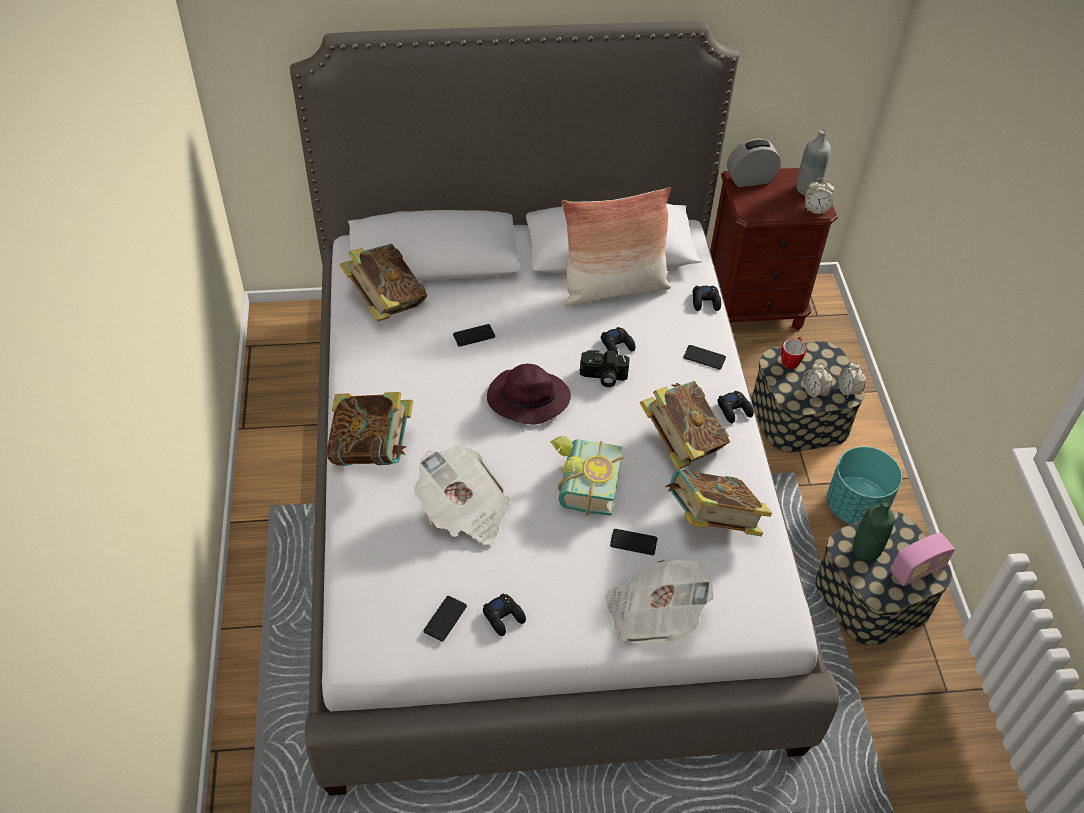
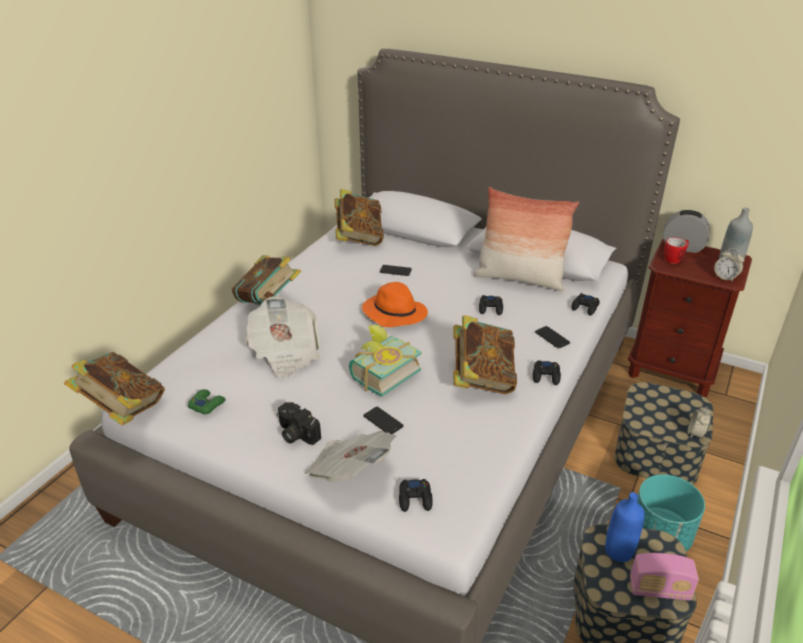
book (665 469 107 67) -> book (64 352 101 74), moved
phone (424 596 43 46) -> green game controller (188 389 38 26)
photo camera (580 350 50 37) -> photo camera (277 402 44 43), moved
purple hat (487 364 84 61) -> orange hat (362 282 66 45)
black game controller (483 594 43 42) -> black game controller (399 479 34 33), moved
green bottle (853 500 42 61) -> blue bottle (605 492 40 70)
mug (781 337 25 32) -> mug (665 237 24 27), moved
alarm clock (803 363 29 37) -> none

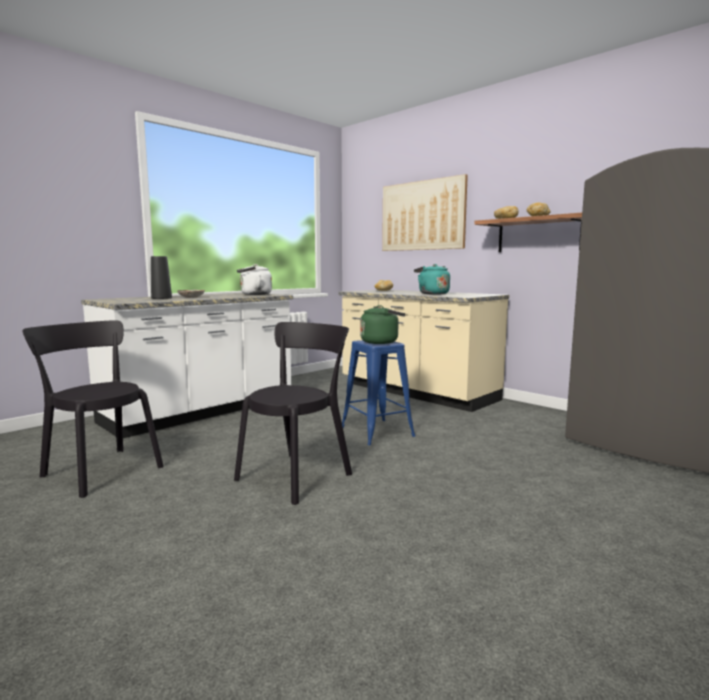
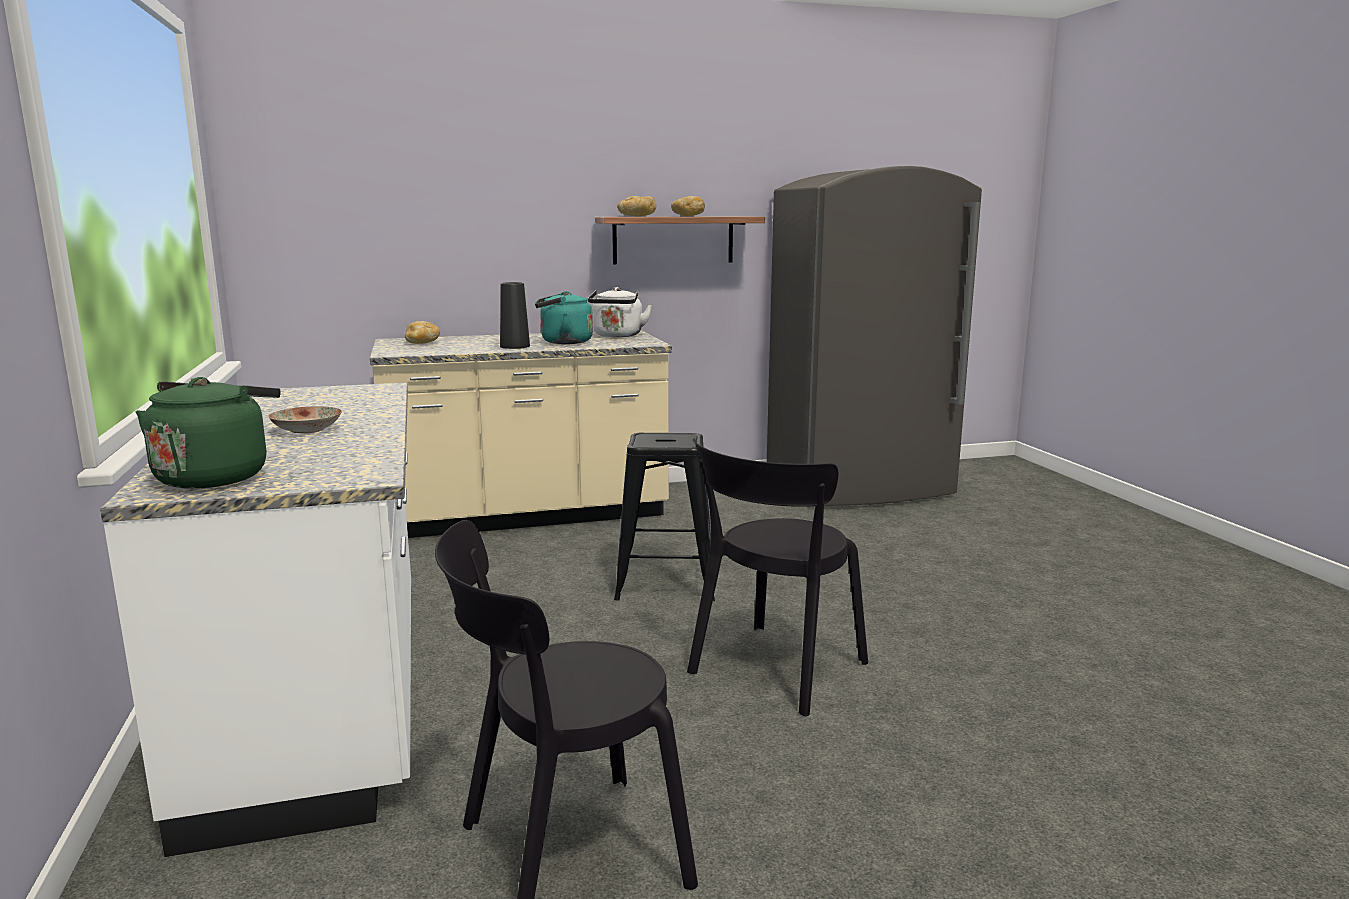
green kettle (360 305 45 39) -> green kettle (136 377 144 112), moved
black vase (151 256 21 43) -> black vase (500 282 30 67), moved
white kettle (237 264 35 31) -> white kettle (588 287 64 50), moved
blue stool (342 340 73 105) -> black stool (614 433 101 168)
black chair (234 322 118 183) -> black chair (687 438 181 279), 120 degrees counterclockwise
picture (382 174 86 77) -> none

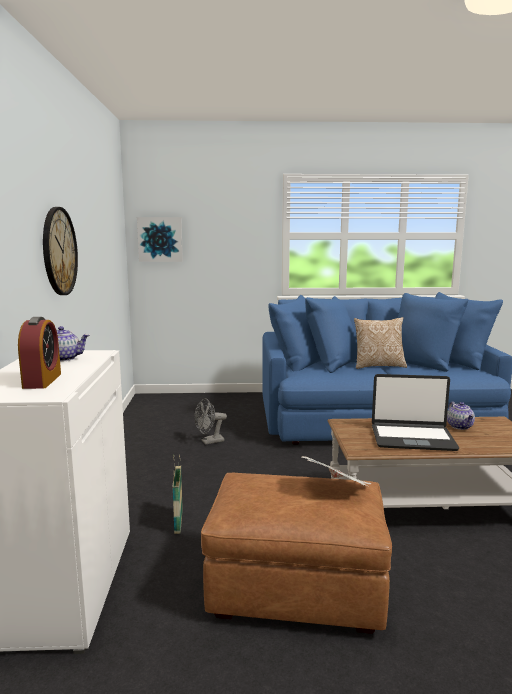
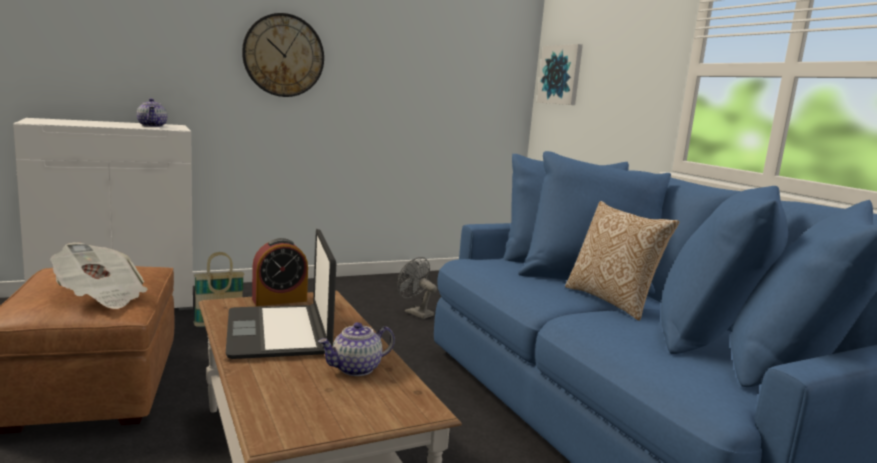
alarm clock (18 317 43 72) -> alarm clock (252 238 56 68), moved

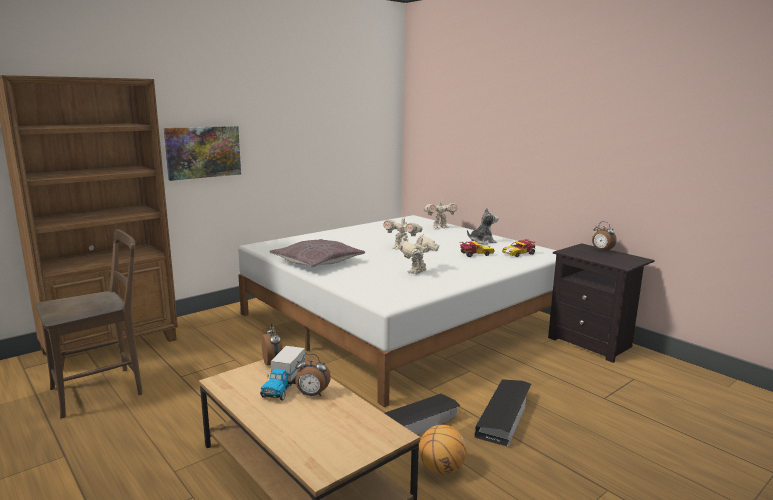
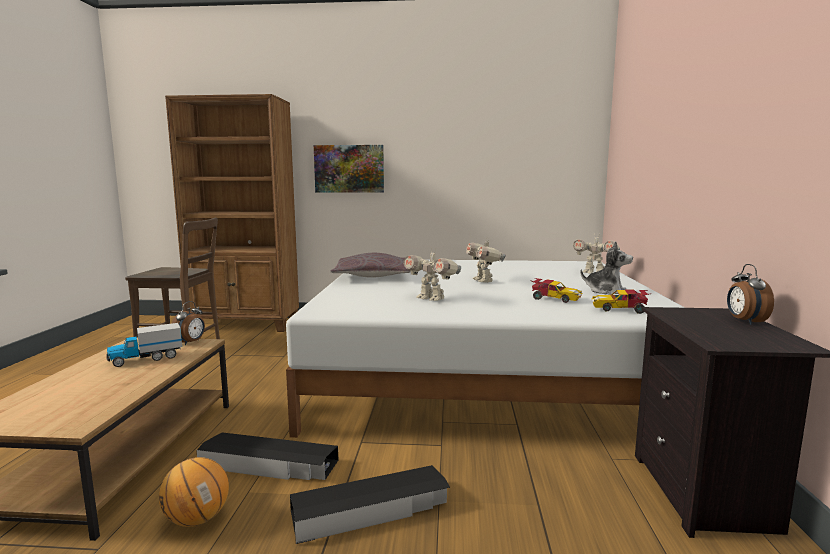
toy robot (399 236 41 38) -> toy robot (403 247 58 54), 135 degrees counterclockwise
alarm clock (295 353 36 43) -> none

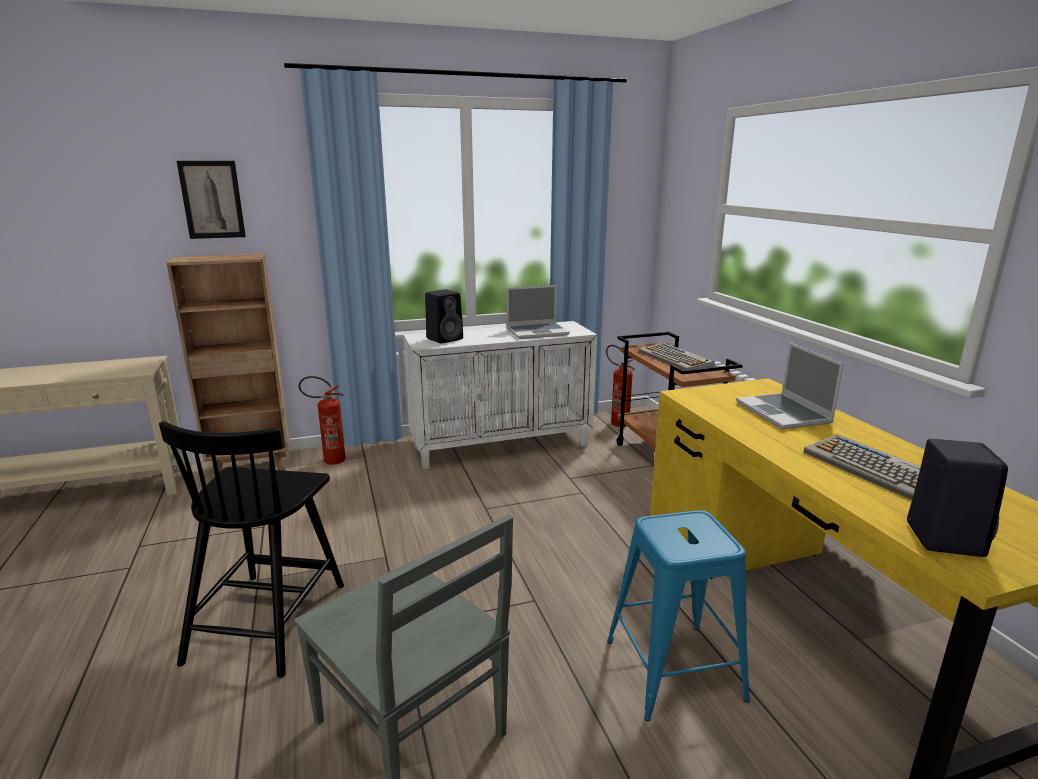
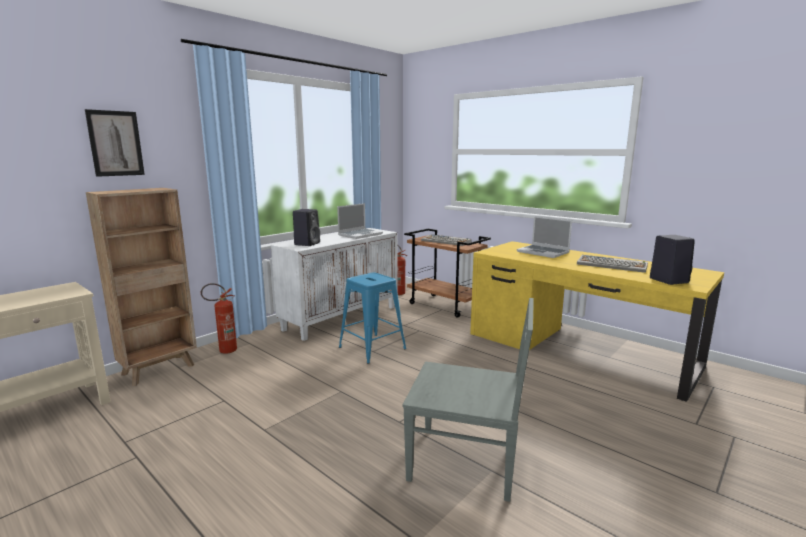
blue stool (607 510 143 211) -> blue stool (339 272 67 92), moved
black chair (159 421 185 257) -> none

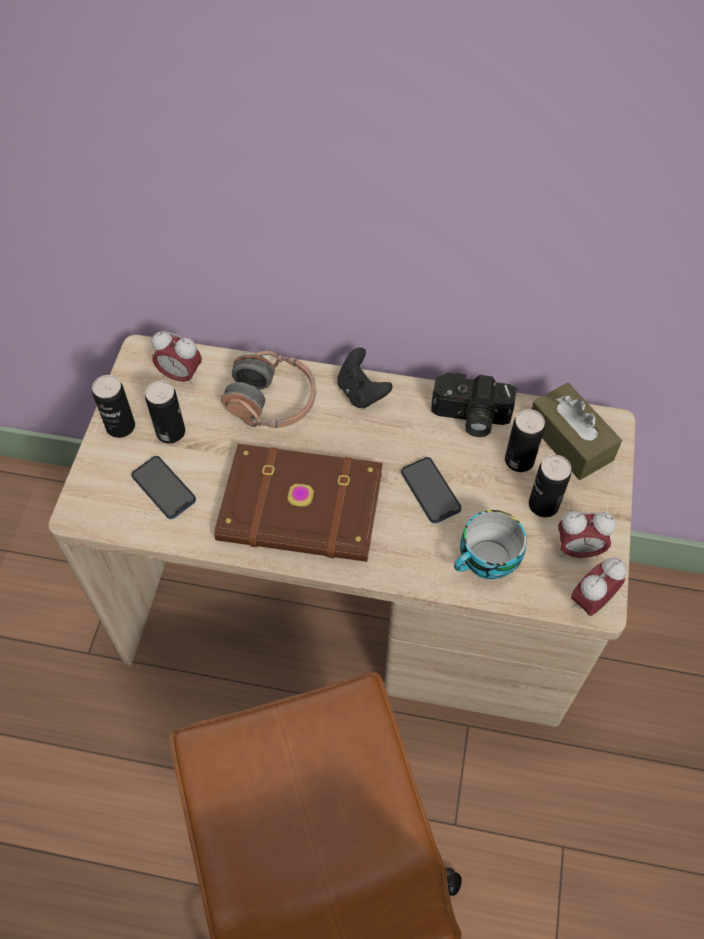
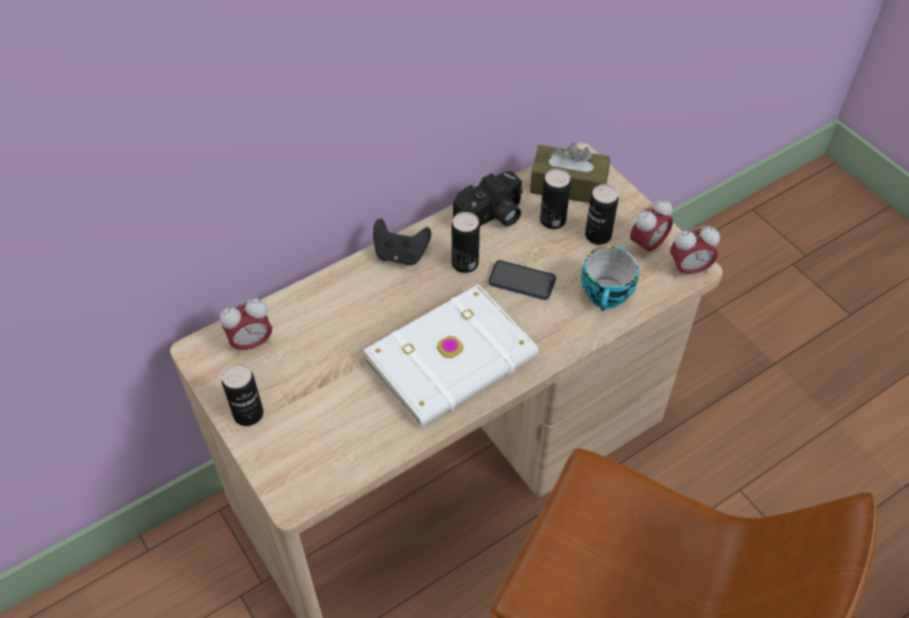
brown book (214 444 169 118) -> white book (364 284 175 144)
can (145 380 40 63) -> can (452 212 28 61), moved
alarm clock (571 557 56 59) -> alarm clock (670 226 50 51), 105 degrees counterclockwise
phone (131 456 65 63) -> none
headphones (221 351 95 77) -> none

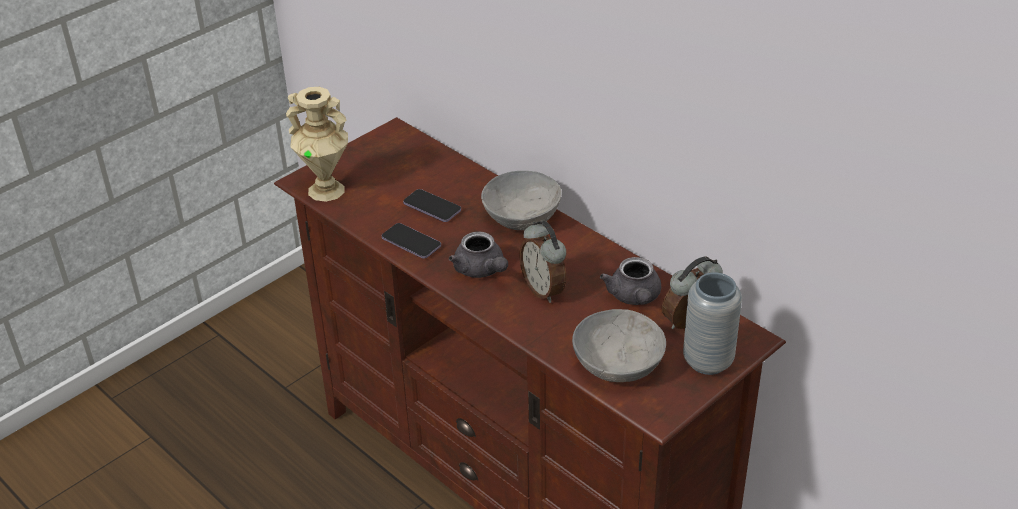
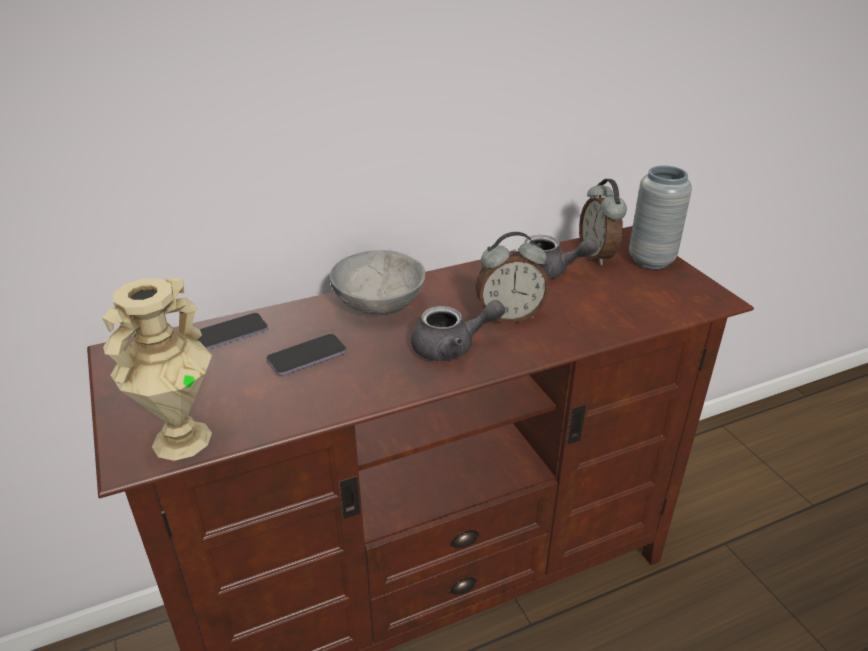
phone (382 223 59 36) -> phone (197 313 71 37), moved
grey bowl (572 309 94 73) -> none

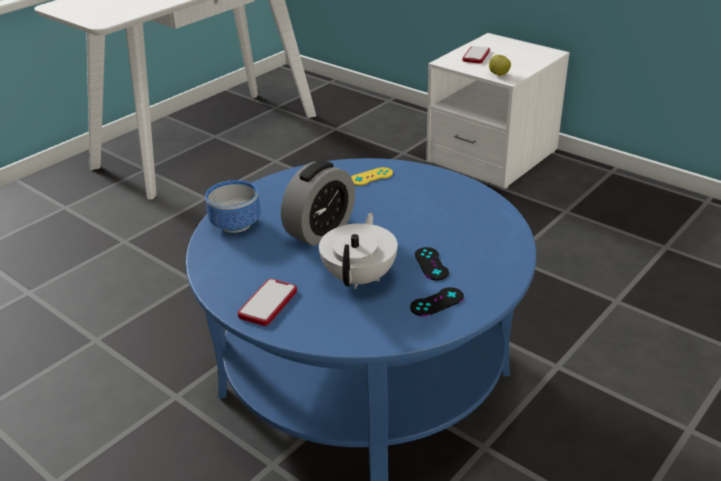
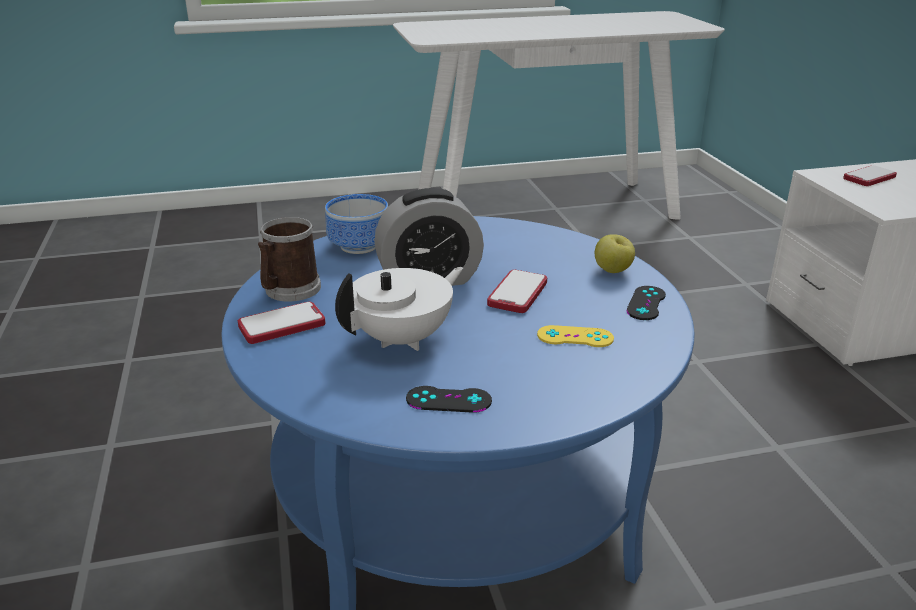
none -> mug (258 217 63 84)
none -> phone (487 270 60 43)
yellow game controller (351 167 42 19) -> yellow game controller (537 325 77 22), moved
apple (489 55 22 21) -> apple (595 234 40 39), moved
black game controller (415 247 34 34) -> black game controller (626 286 40 34), moved

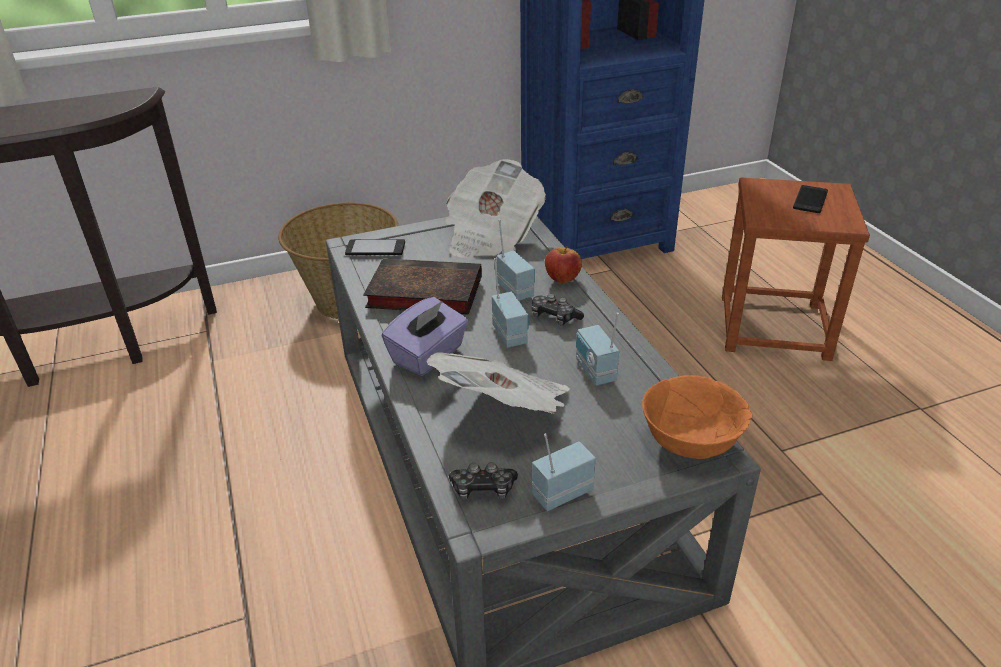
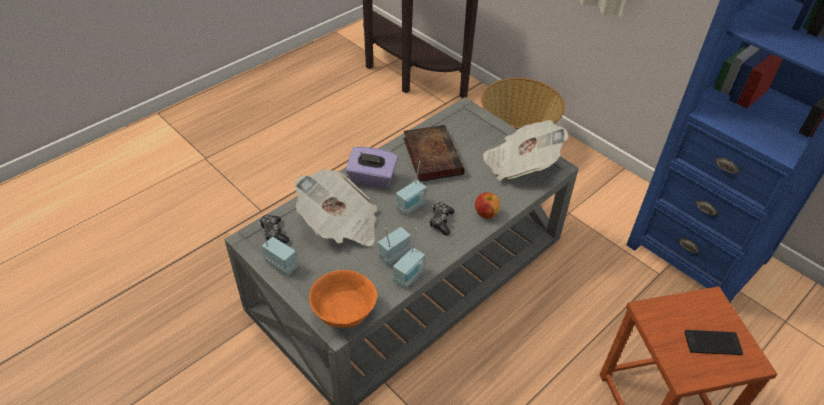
radio (497 220 38 81) -> radio (393 228 32 61), moved
phone (345 239 60 16) -> none

